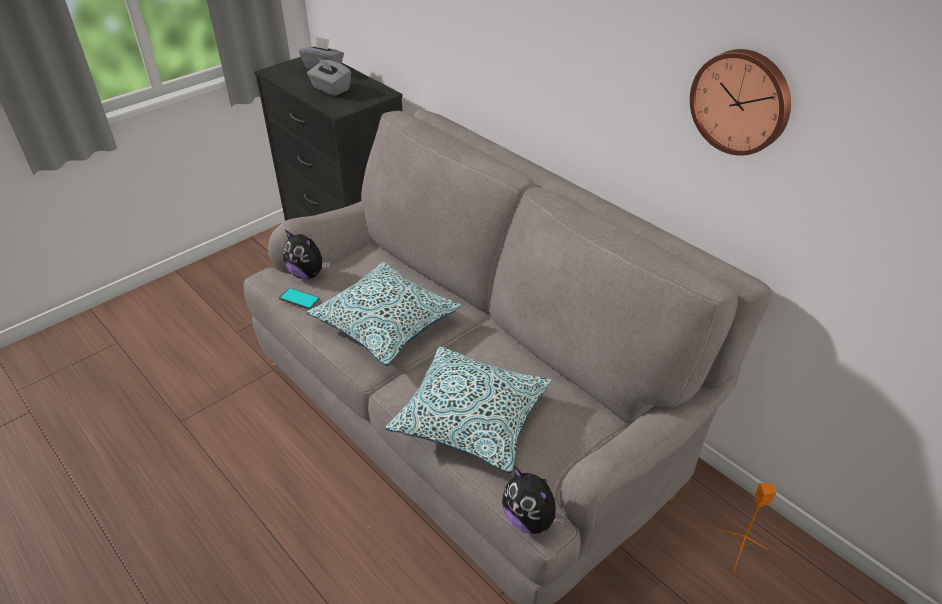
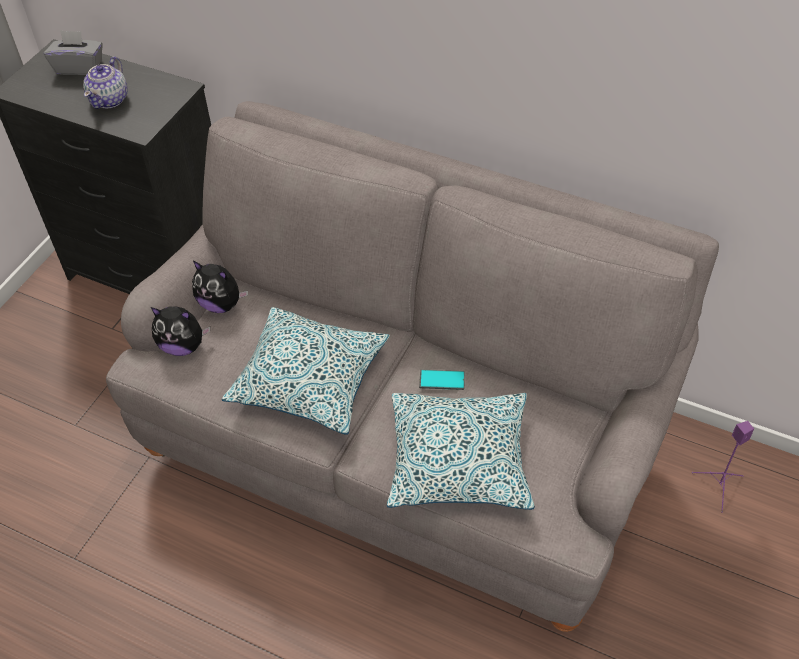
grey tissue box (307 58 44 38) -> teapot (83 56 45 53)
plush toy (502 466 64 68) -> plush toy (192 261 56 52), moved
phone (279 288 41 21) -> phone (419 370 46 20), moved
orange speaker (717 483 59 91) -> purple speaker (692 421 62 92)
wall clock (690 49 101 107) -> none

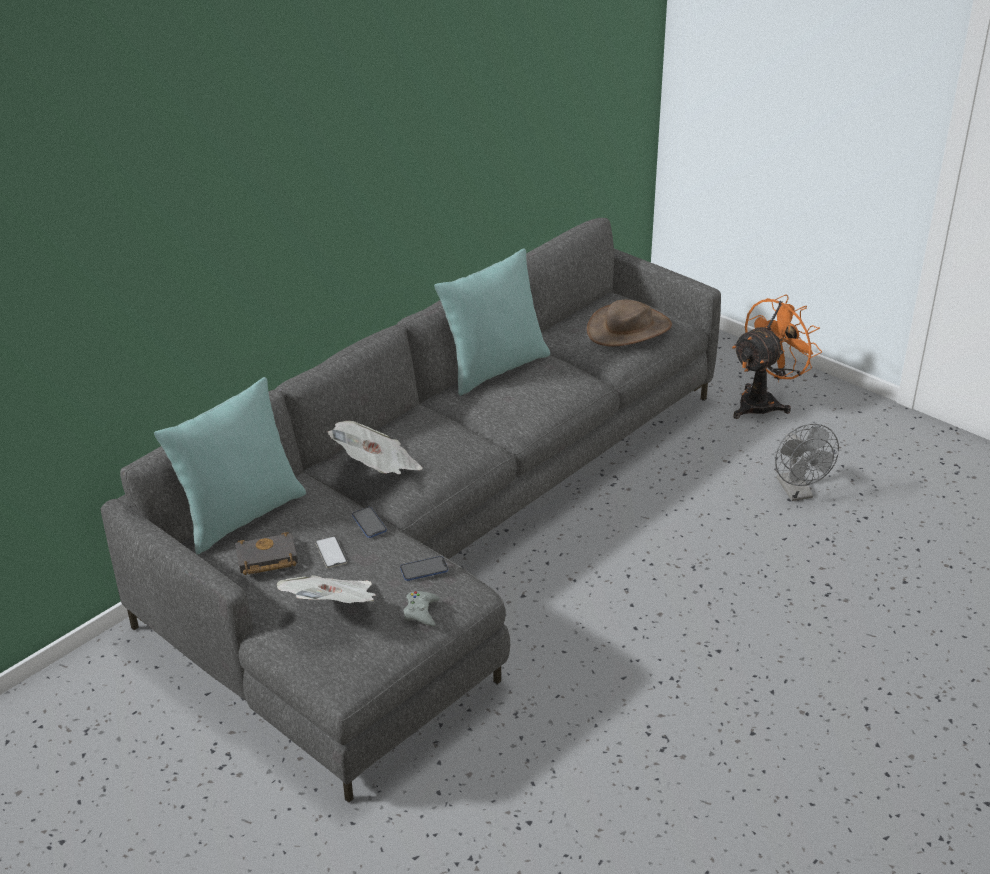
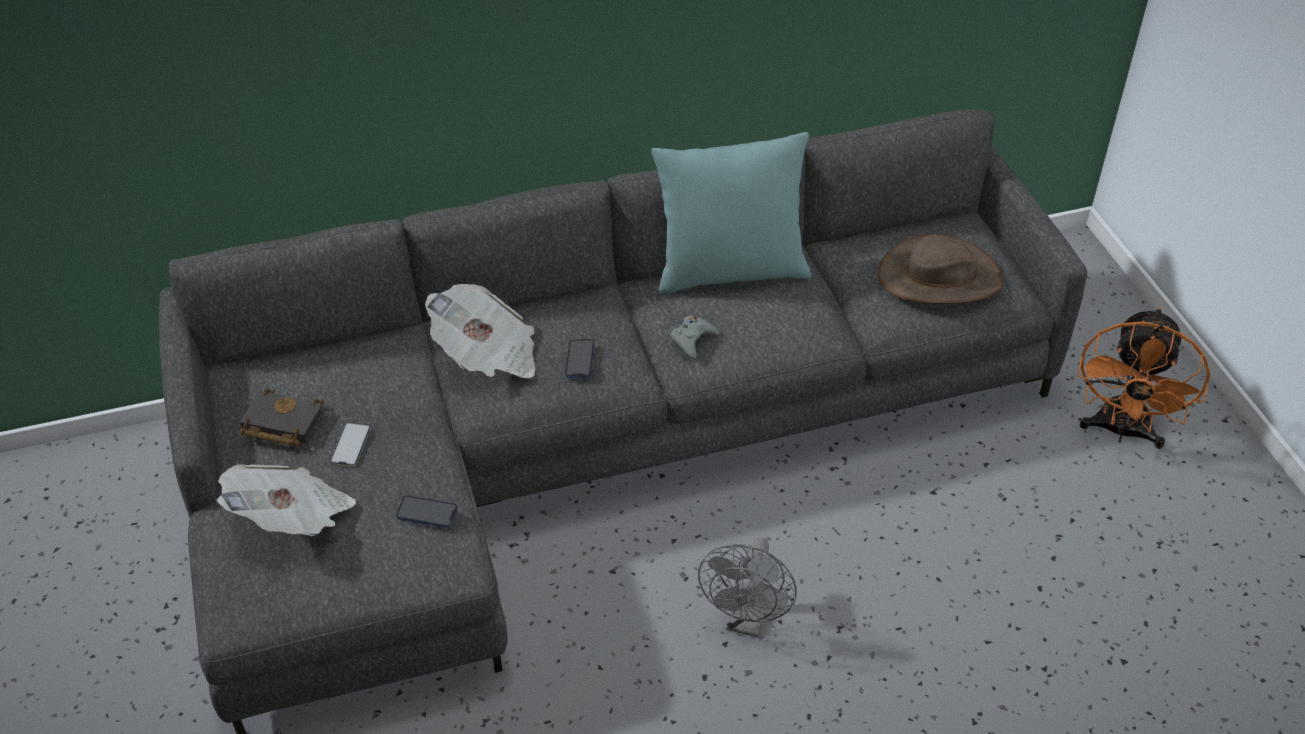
phone (352 507 35 31) -> phone (565 339 30 39), moved
grey game controller (404 591 36 35) -> grey game controller (670 316 49 43), moved
grey fan (775 424 64 77) -> grey fan (698 537 99 100), moved
orange fan (732 295 90 124) -> orange fan (1077 307 133 142), 120 degrees clockwise
turquoise pillow (154 377 152 178) -> none

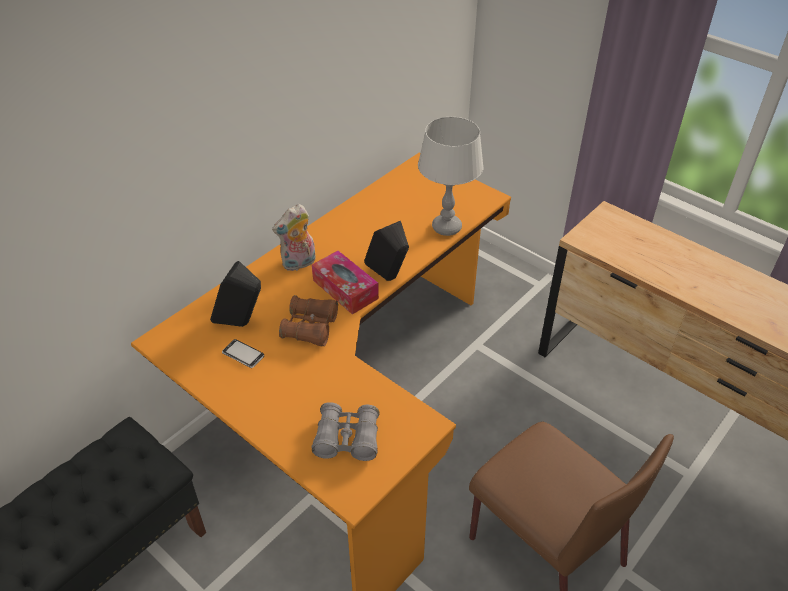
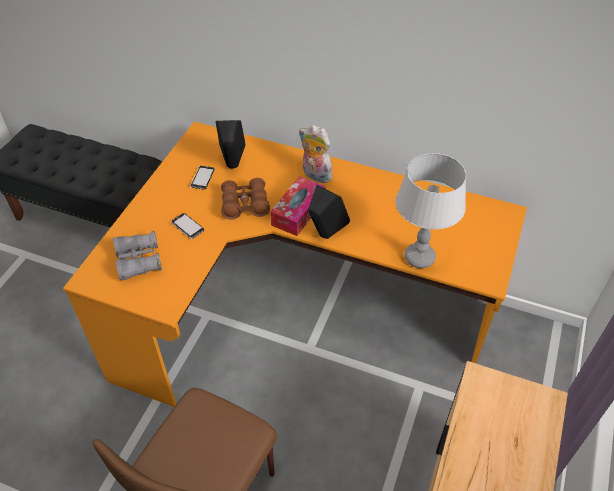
none -> phone (171 213 33 26)

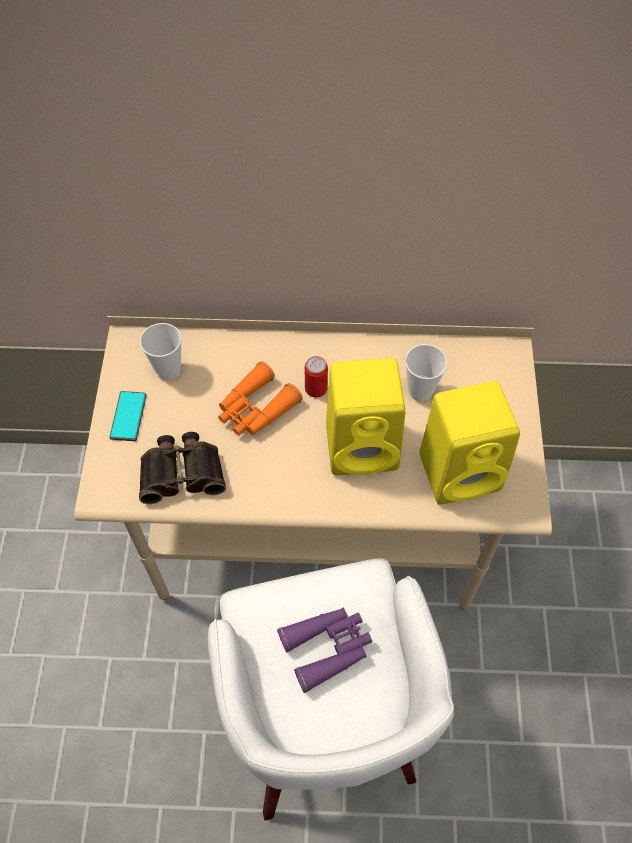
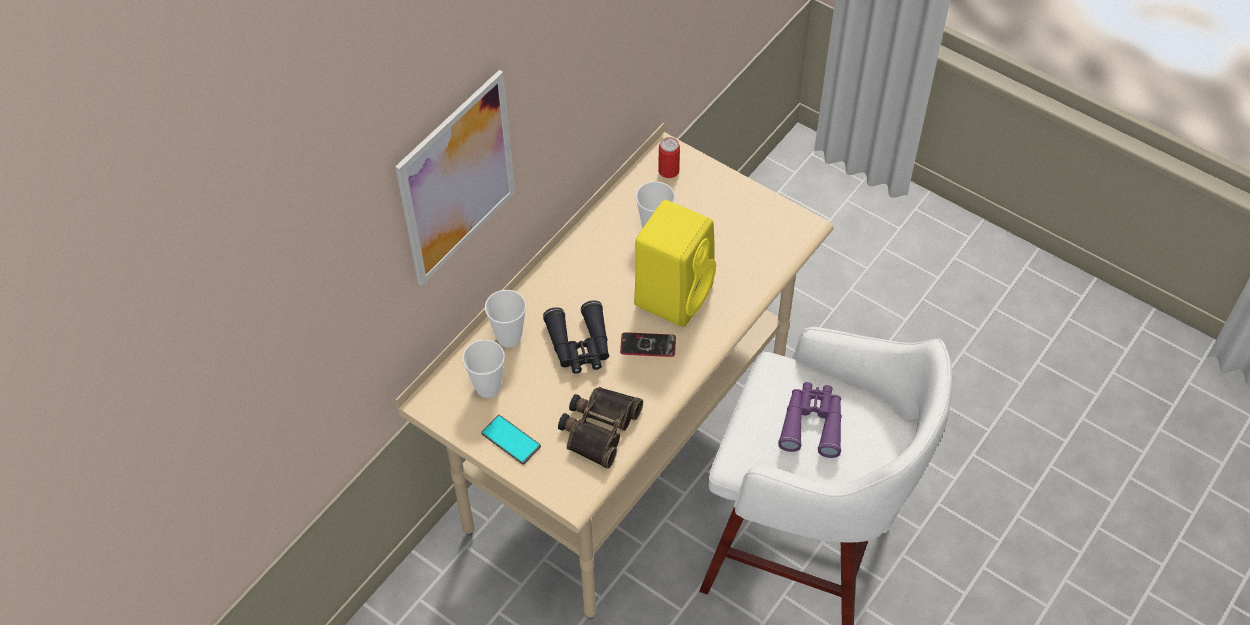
none -> picture (395 70 120 215)
none -> cup (485 290 41 57)
orange binoculars (218 361 85 75) -> black binoculars (543 300 66 74)
none -> phone (620 332 56 25)
can (305 356 23 42) -> can (658 137 22 41), moved
yellow speaker (419 381 101 124) -> none

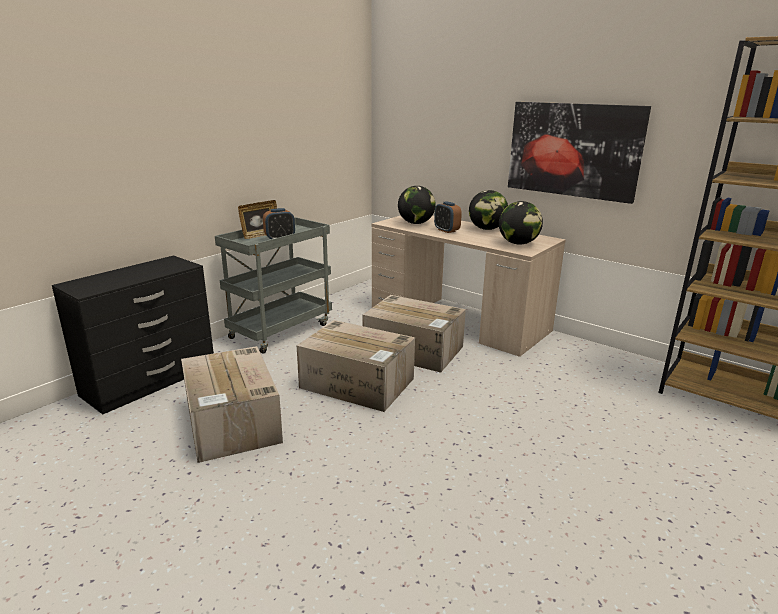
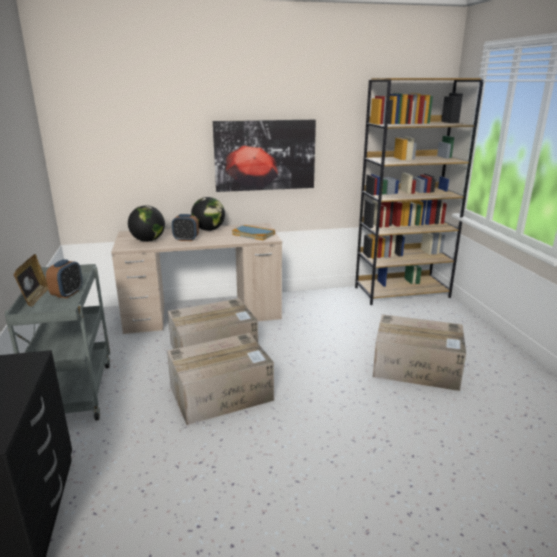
globe (499 201 44 44) -> book (232 225 43 15)
cardboard box (181 346 102 117) -> cardboard box (373 314 93 77), moved

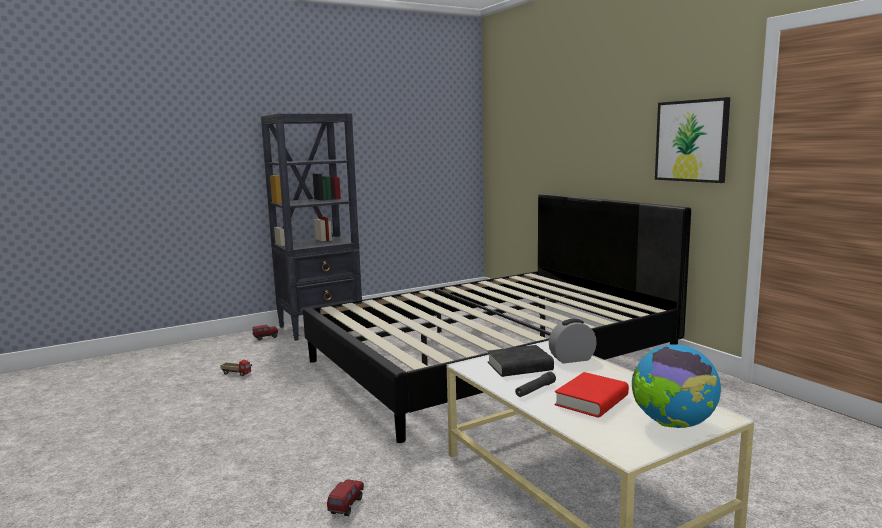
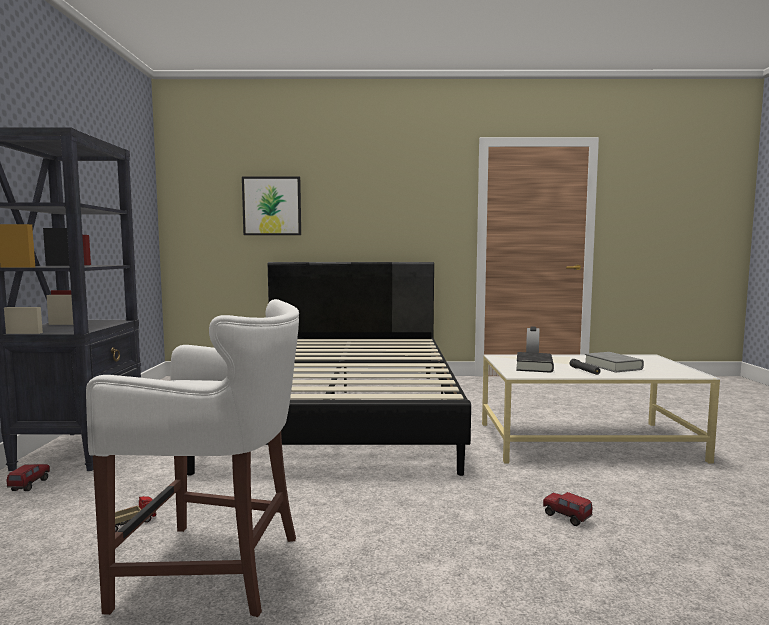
none -> white stool (86 299 213 318)
picture (655 97 75 86) -> picture (242 177 59 58), moved
red book (555 372 74 46) -> grey book (585 352 59 21)
globe (632 344 89 84) -> none

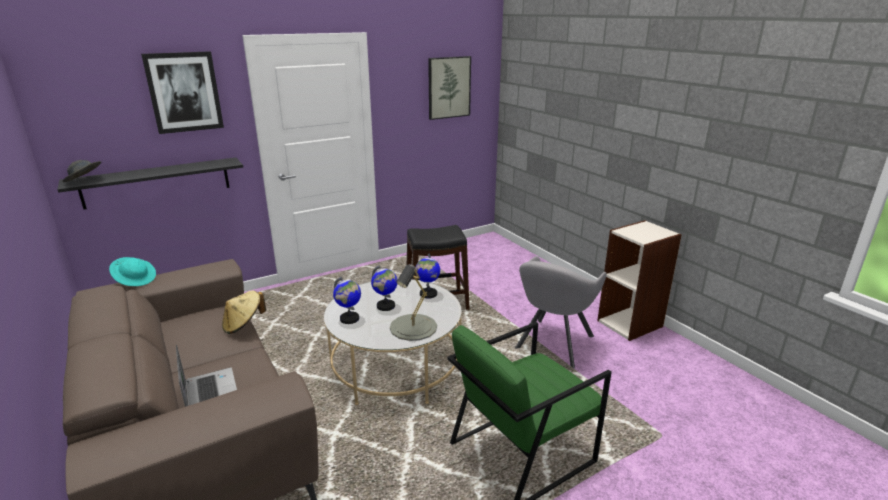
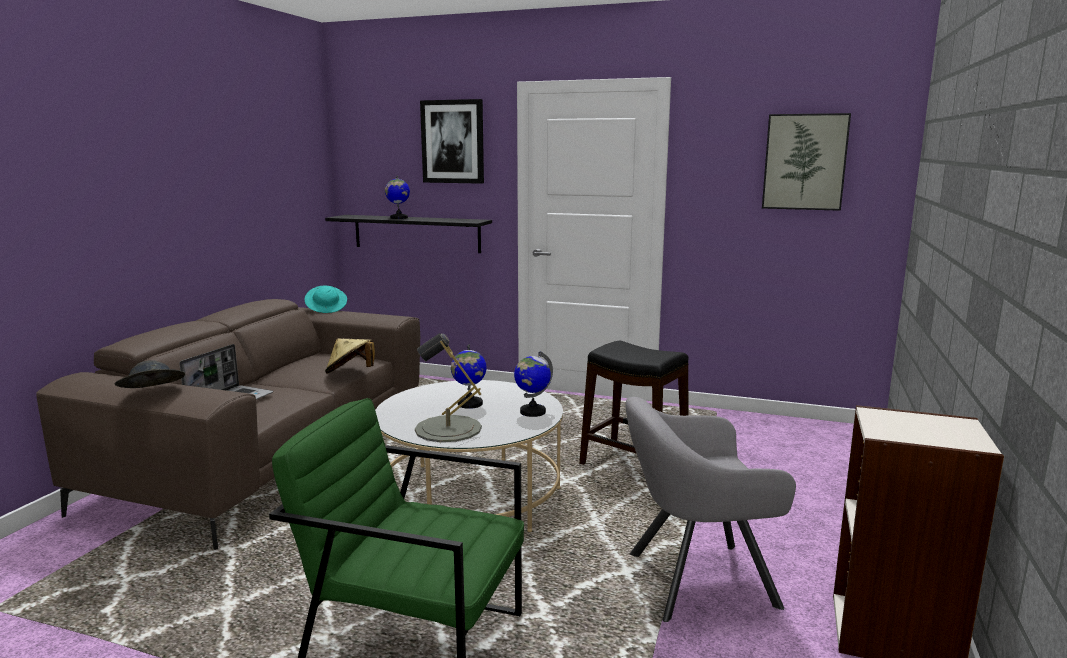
grey hat (63 160 38 22) -> grey hat (114 360 71 28), moved
globe (333 276 28 48) -> globe (385 175 25 44), moved

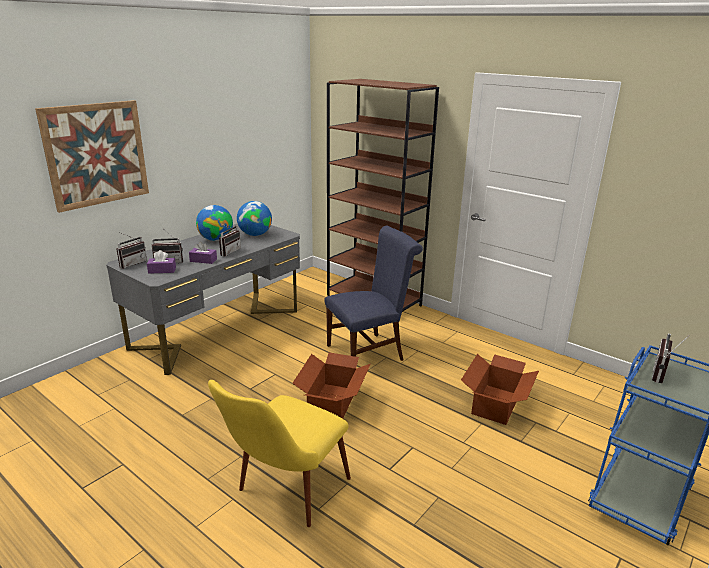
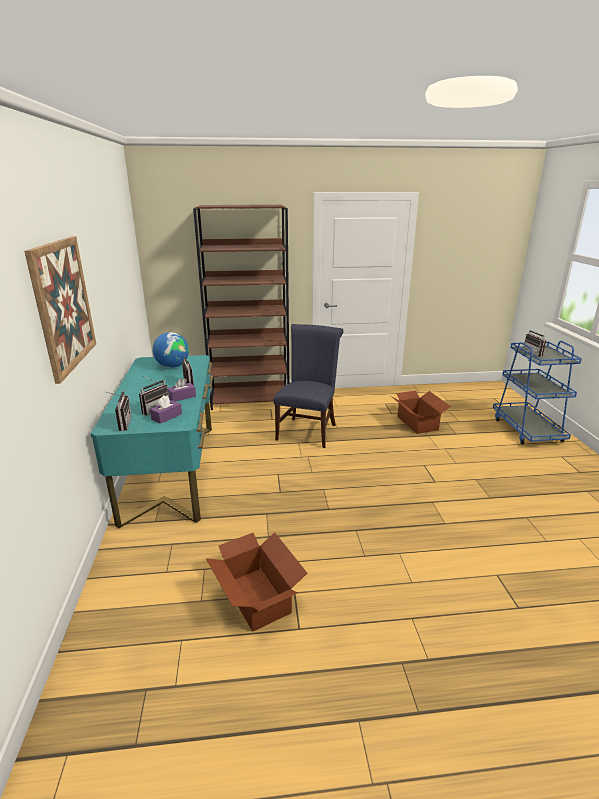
grey desk (106 224 194 151) -> turquoise desk (90 355 123 173)
cardboard box (292 352 79 67) -> cardboard box (206 532 101 100), moved
globe (196 205 37 36) -> none
yellow chair (208 380 143 147) -> none

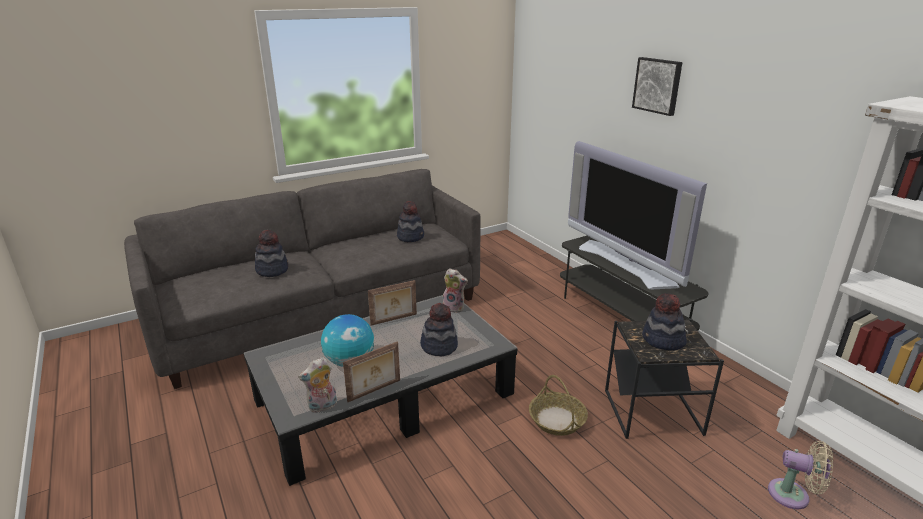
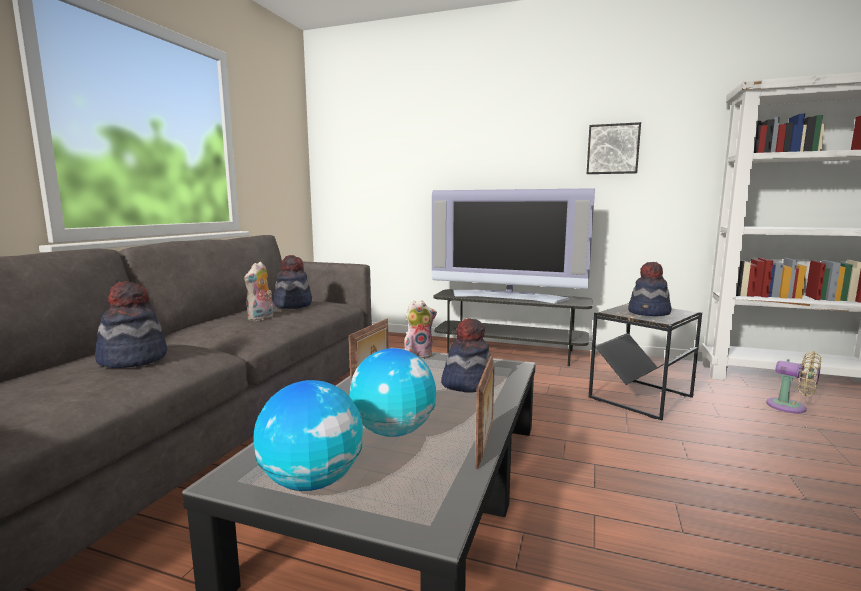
plush toy (298 357 39 56) -> plush toy (244 262 30 59), moved
none -> globe (254 380 109 111)
picture (632 57 50 59) -> picture (587 122 54 52), moved
beige fan (768 441 65 68) -> beige fan (766 351 55 62), 60 degrees clockwise
basket (529 375 59 61) -> none

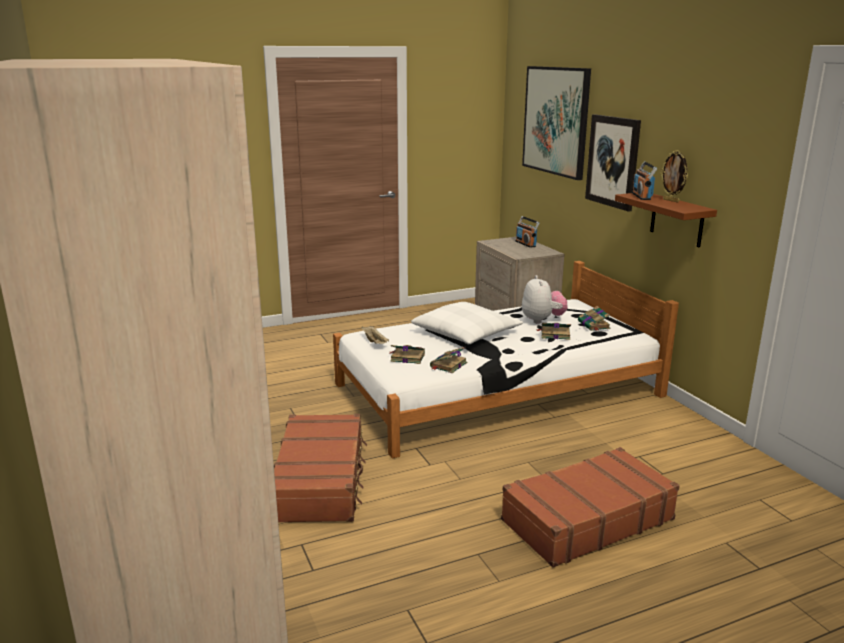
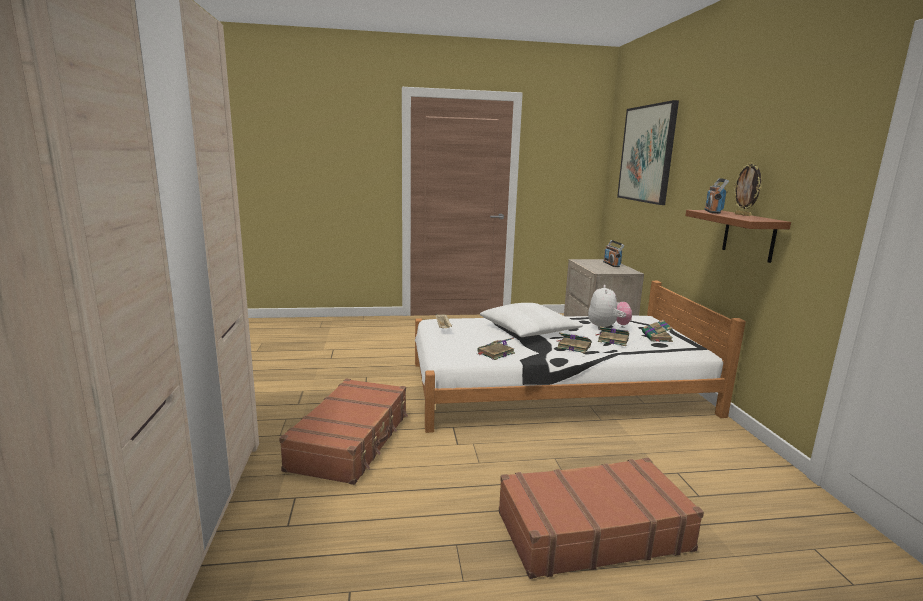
book (390 345 35 19) -> book (557 332 34 21), moved
picture (585 114 56 98) -> none

